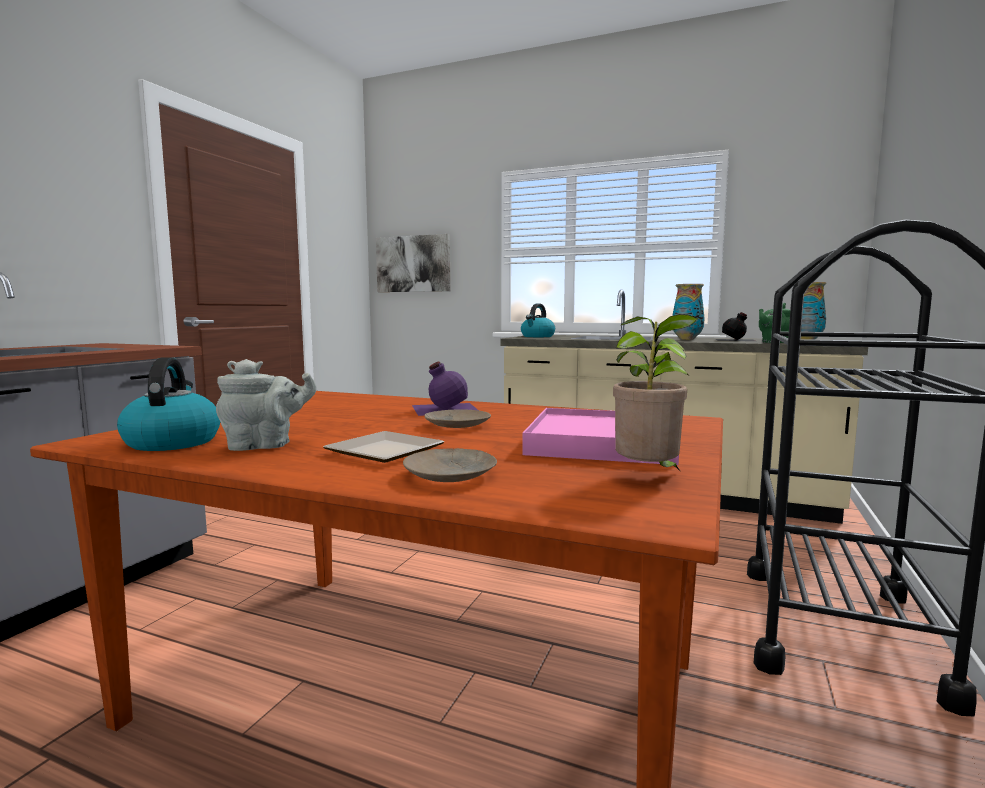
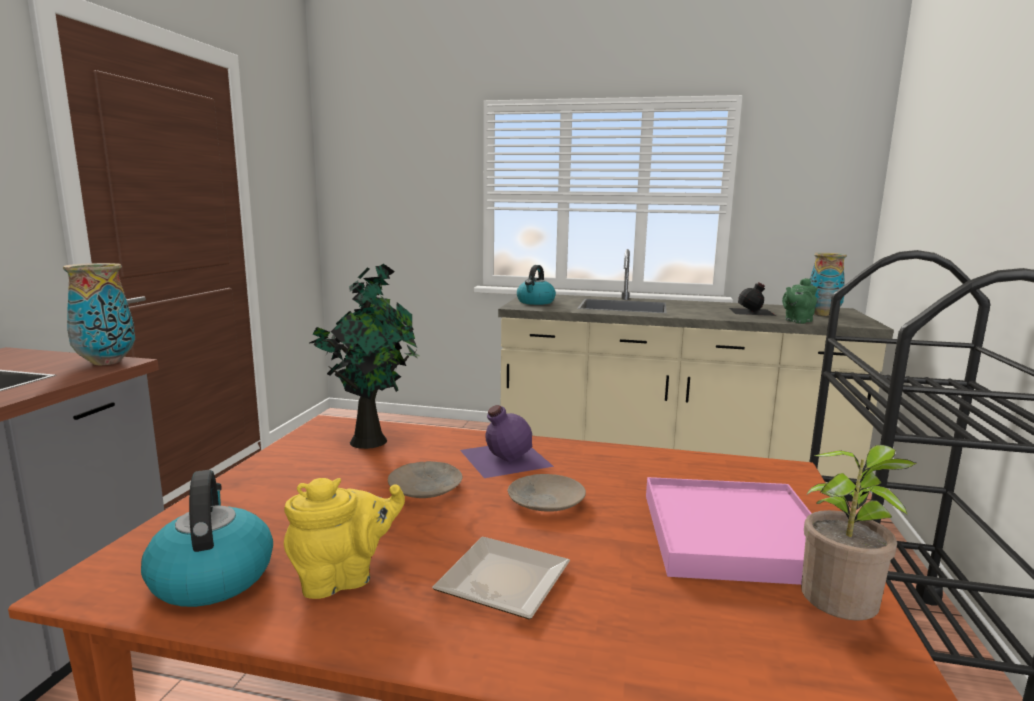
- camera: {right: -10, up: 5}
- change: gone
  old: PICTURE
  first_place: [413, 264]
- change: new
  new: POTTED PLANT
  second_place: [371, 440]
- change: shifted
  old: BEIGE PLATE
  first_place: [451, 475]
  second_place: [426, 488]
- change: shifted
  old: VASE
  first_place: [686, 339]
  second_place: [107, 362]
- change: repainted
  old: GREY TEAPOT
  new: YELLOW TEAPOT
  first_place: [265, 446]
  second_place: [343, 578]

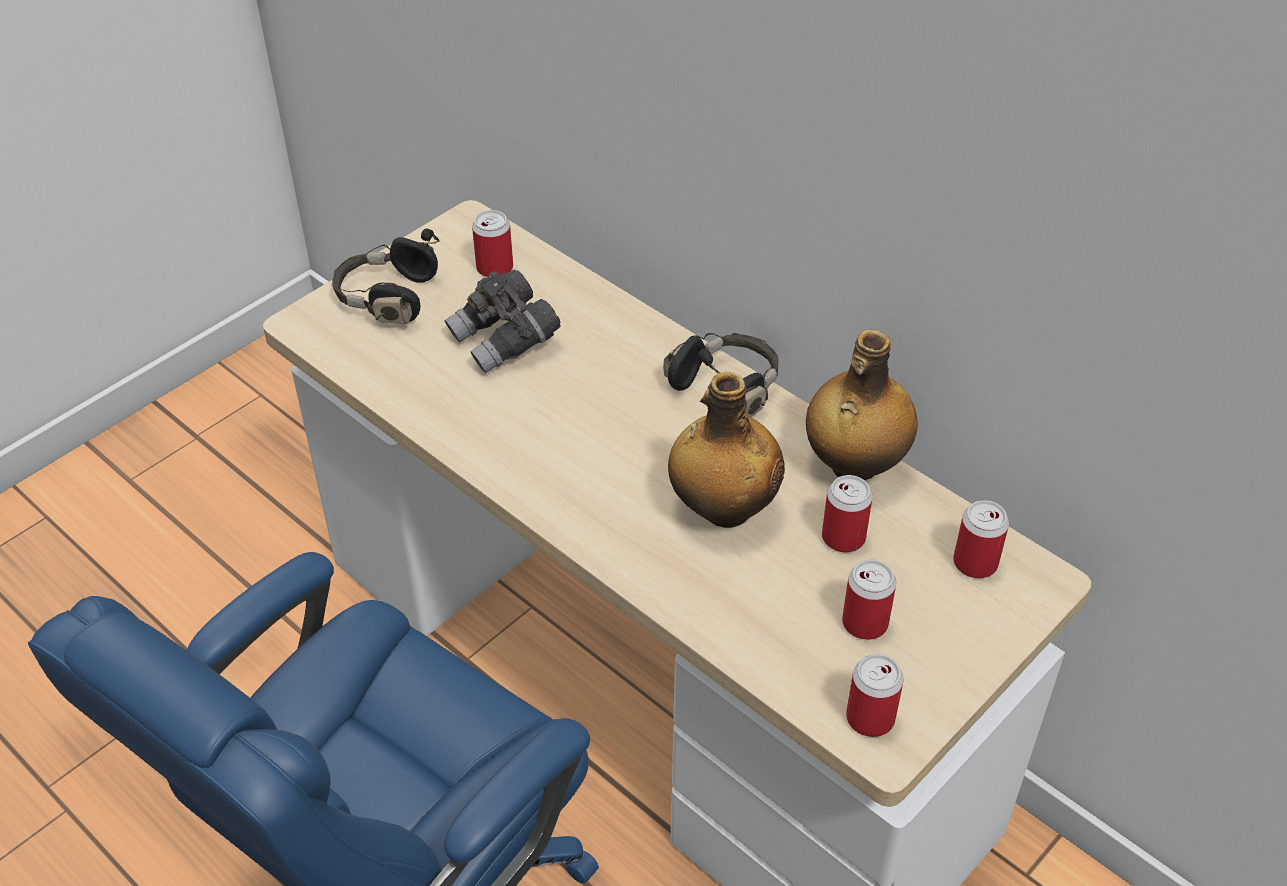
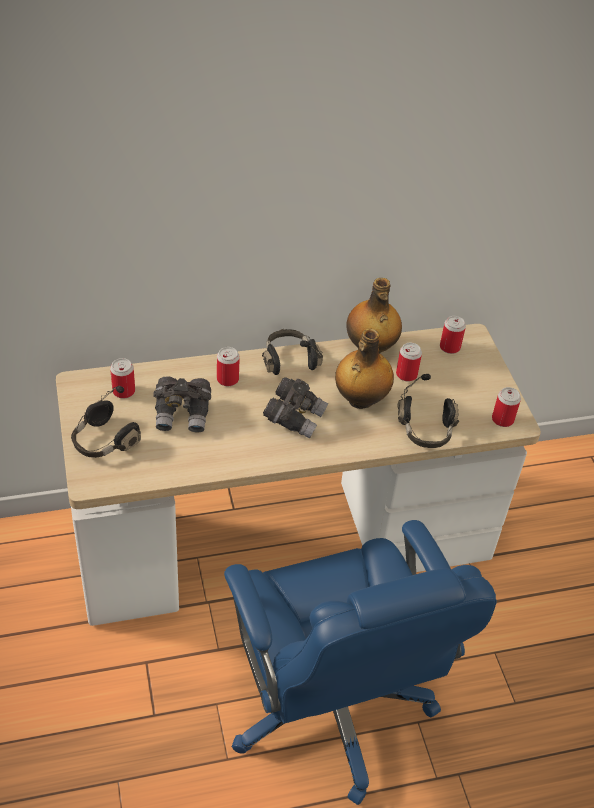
- camera: {right: -60, up: 0}
- change: new
  new: GREY BINOCULARS
  second_place: [294, 417]
- change: new
  new: BLACK HEADPHONES
  second_place: [426, 431]
- change: shifted
  old: CAN
  first_place: [865, 623]
  second_place: [227, 379]

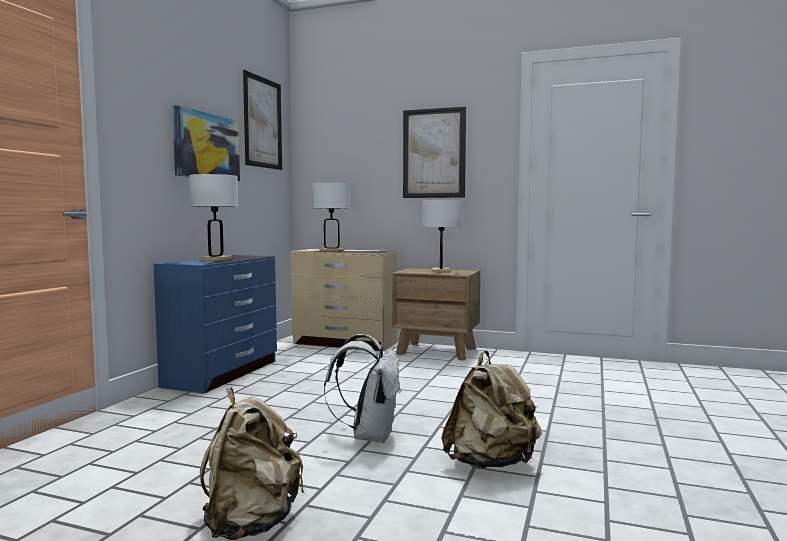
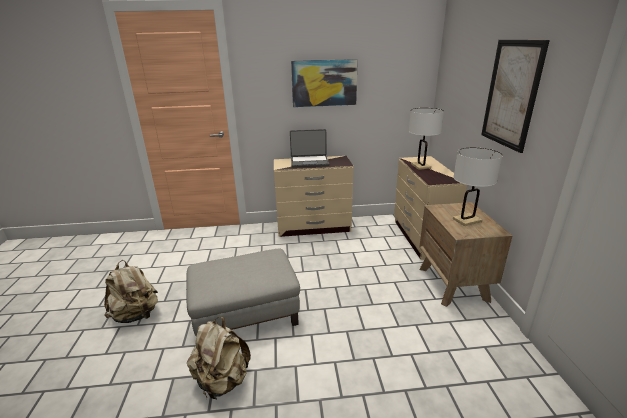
- camera: {right: 65, up: 20}
- change: gone
  old: PICTURE
  first_place: [262, 123]
- change: swapped
  old: WHITE TABLE LAMP
  new: LAPTOP
  first_place: [216, 259]
  second_place: [309, 162]
- change: swapped
  old: WHITE BACKPACK
  new: GREY OTTOMAN
  first_place: [369, 435]
  second_place: [246, 313]
- change: repainted
  old: BLUE DRESSER
  new: BEIGE DRESSER
  first_place: [224, 373]
  second_place: [314, 227]

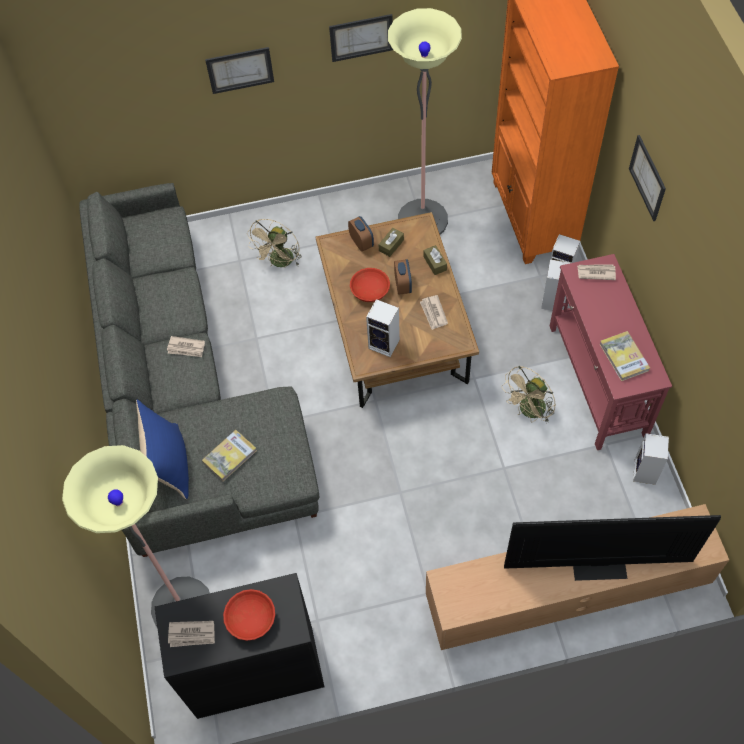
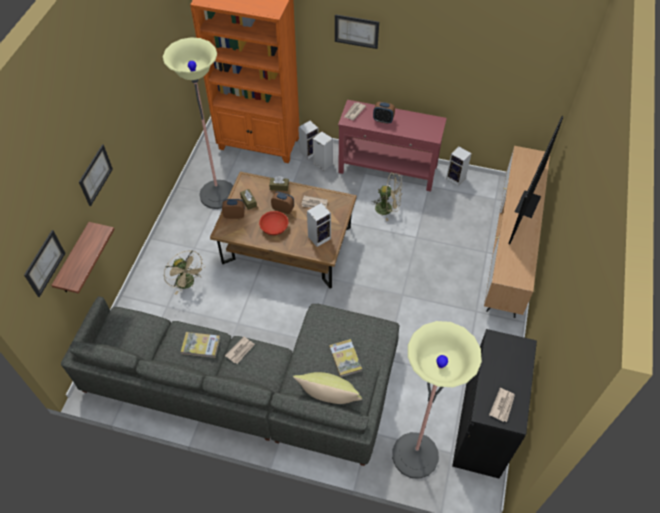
- camera: {right: -65, up: -5}
- change: gone
  old: RED BOWL
  first_place: [251, 618]
- change: new
  new: SHELF
  second_place: [74, 260]
- change: new
  new: ALARM CLOCK
  second_place: [383, 120]
- change: shifted
  old: PICTURE
  first_place: [361, 37]
  second_place: [44, 263]
- change: shifted
  old: BOOK
  first_place: [624, 357]
  second_place: [200, 345]
- change: repainted
  old: BLUE PILLOW
  new: YELLOW PILLOW
  first_place: [170, 463]
  second_place: [327, 398]
- change: rotated
  old: BEIGE FAN
  first_place: [529, 412]
  second_place: [388, 208]
  degrees: -60

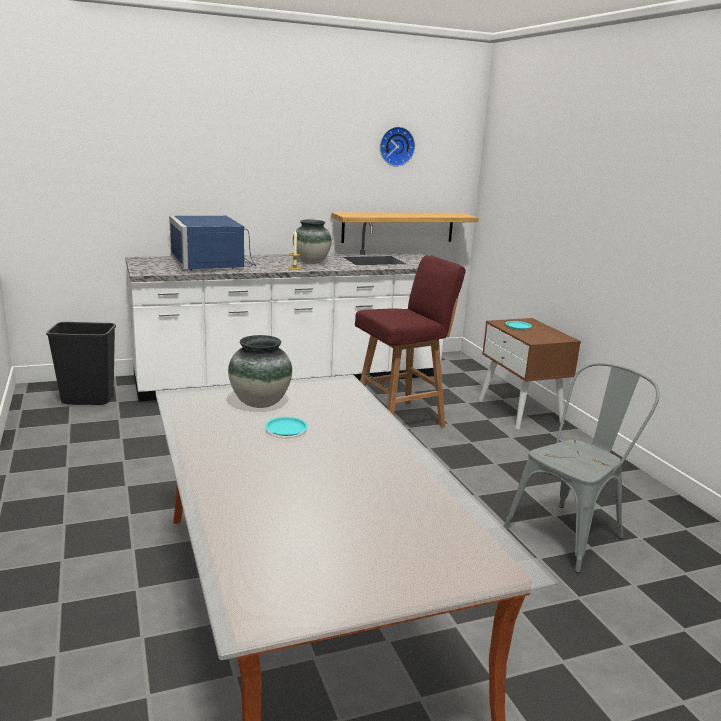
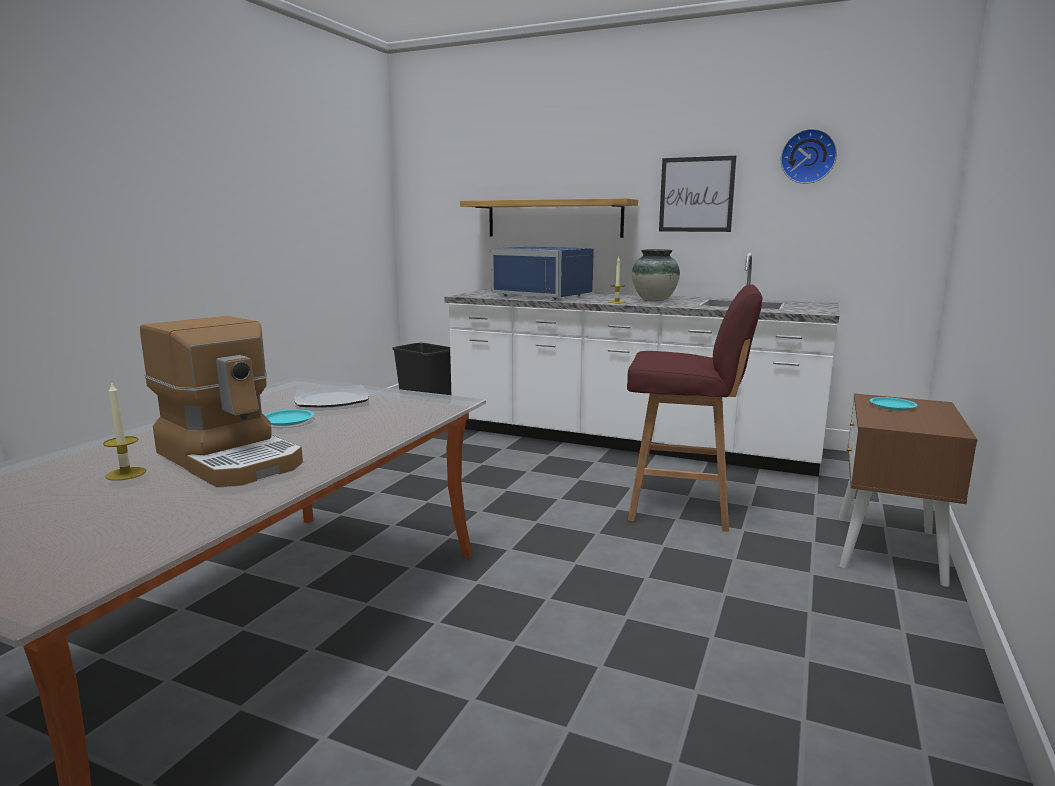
- camera: {right: 45, up: -5}
- change: gone
  old: GREY CHAIR
  first_place: [571, 532]
- change: new
  new: CANDLE
  second_place: [126, 474]
- change: new
  new: COFFEE MACHINE
  second_place: [232, 458]
- change: new
  new: PICTURE
  second_place: [696, 194]
- change: shifted
  old: SHELF
  first_place: [398, 227]
  second_place: [554, 219]
- change: swapped
  old: VASE
  new: PLATE
  first_place: [260, 403]
  second_place: [332, 400]
- change: rotated
  old: BLUE MICROWAVE
  first_place: [213, 263]
  second_place: [546, 295]
  degrees: -75

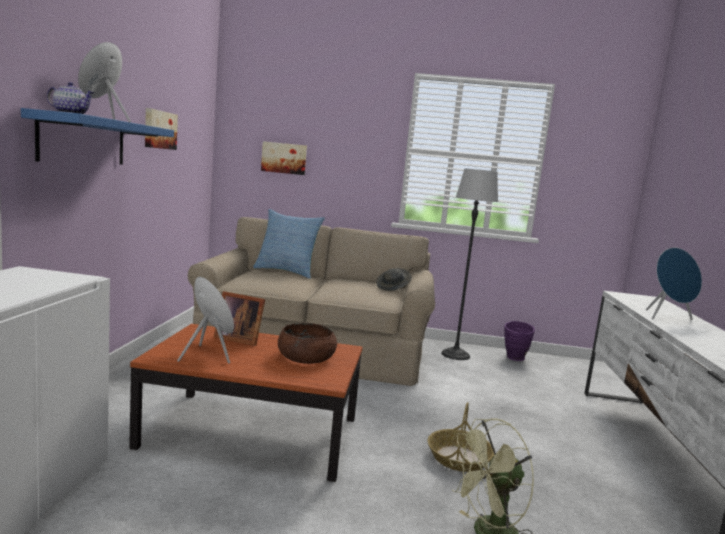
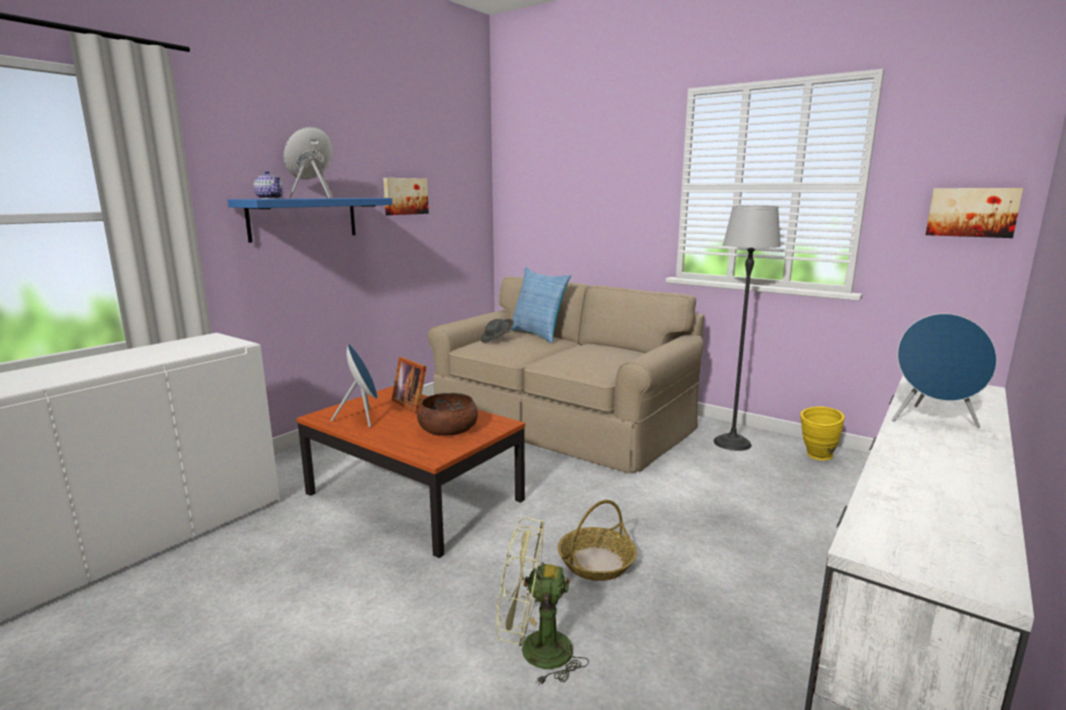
- camera: {right: 30, up: 5}
- change: shifted
  old: PICTURE
  first_place: [284, 158]
  second_place: [972, 212]
- change: shifted
  old: GREY HAT
  first_place: [393, 288]
  second_place: [497, 340]
- change: repainted
  old: PURPLE VASE
  new: YELLOW VASE
  first_place: [515, 359]
  second_place: [816, 457]

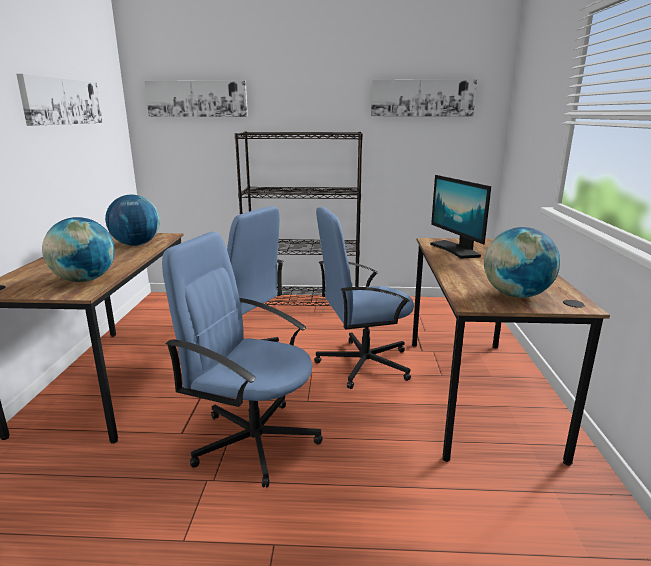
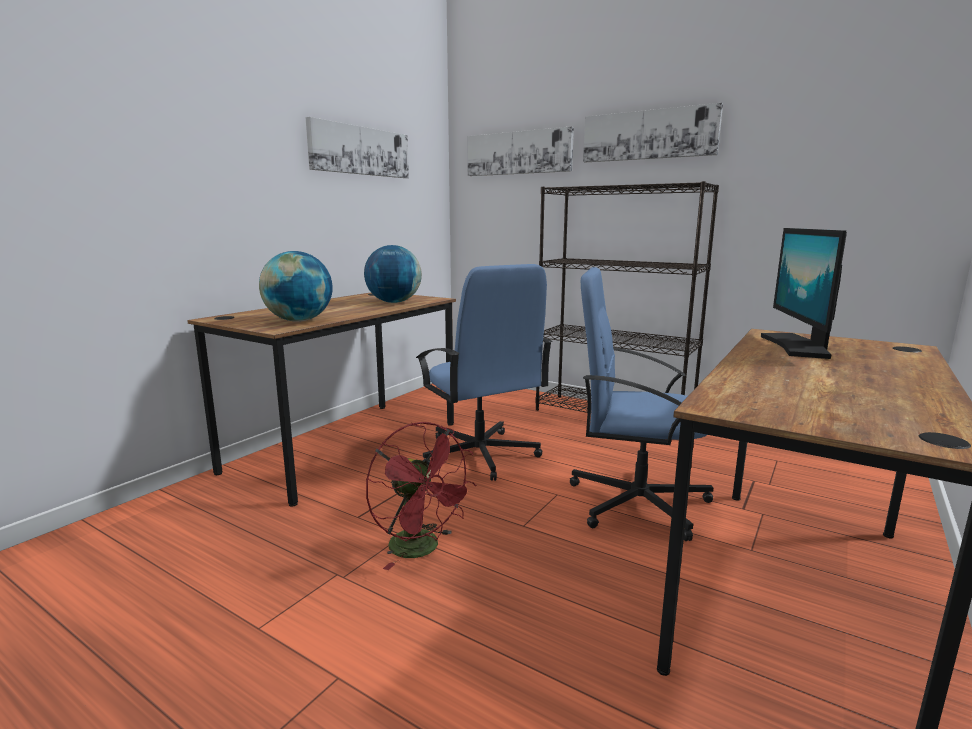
- camera: {right: 30, up: -5}
- change: gone
  old: GLOBE
  first_place: [516, 295]
- change: shifted
  old: PICTURE
  first_place: [422, 98]
  second_place: [649, 135]
- change: swapped
  old: BLUE OFFICE CHAIR
  new: RED FAN
  first_place: [254, 440]
  second_place: [422, 549]

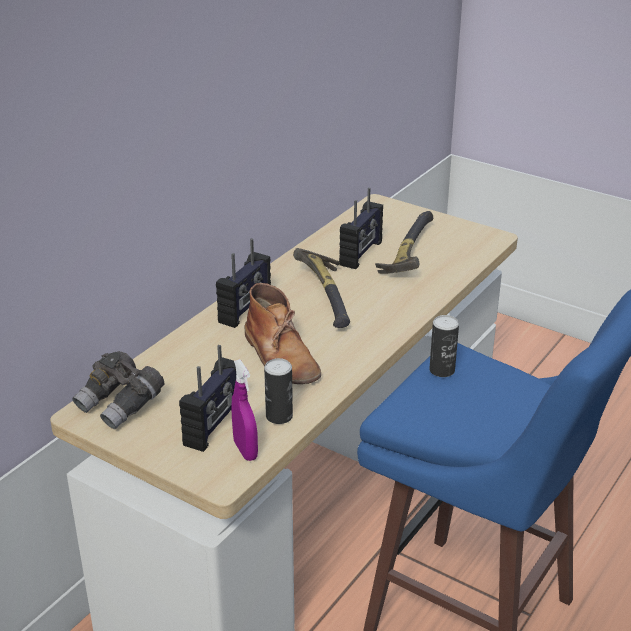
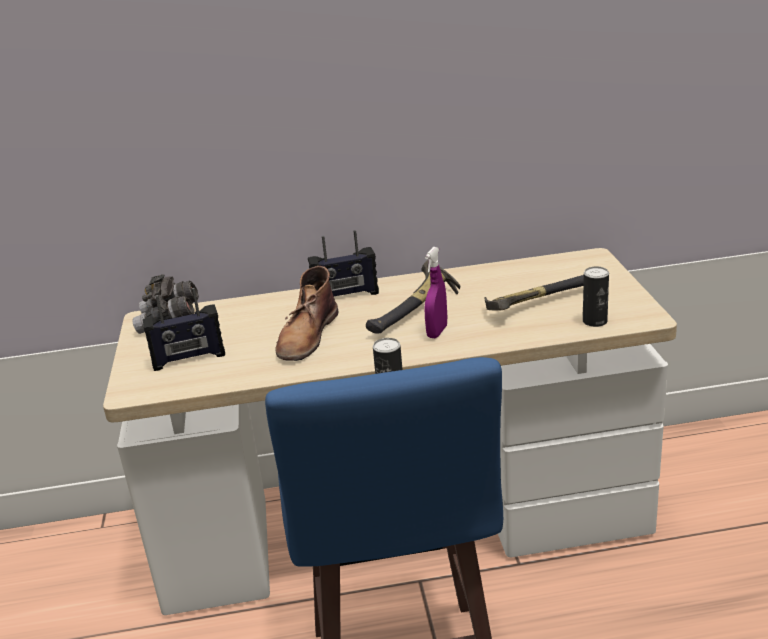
- camera: {right: 50, up: -5}
- change: gone
  old: RADIO
  first_place: [361, 253]
- change: shifted
  old: PURPLE SPRAY BOTTLE
  first_place: [245, 450]
  second_place: [437, 332]
- change: shifted
  old: CAN
  first_place: [279, 416]
  second_place: [594, 321]

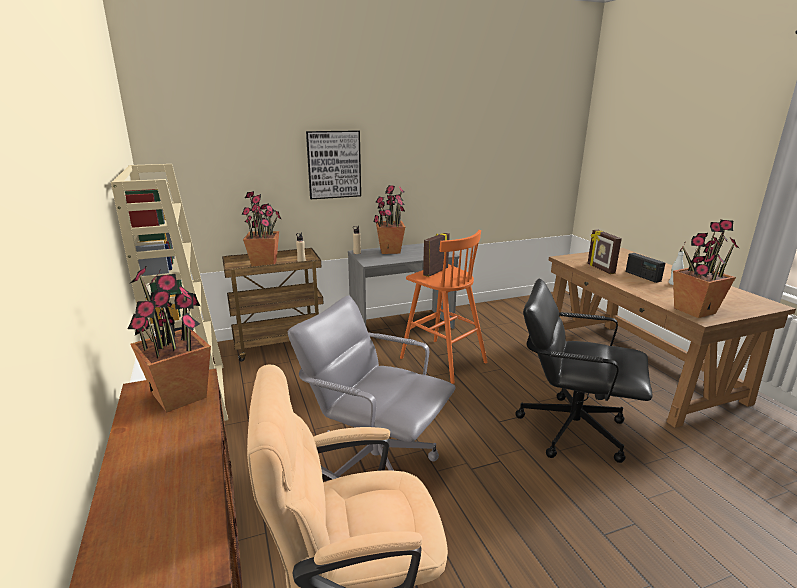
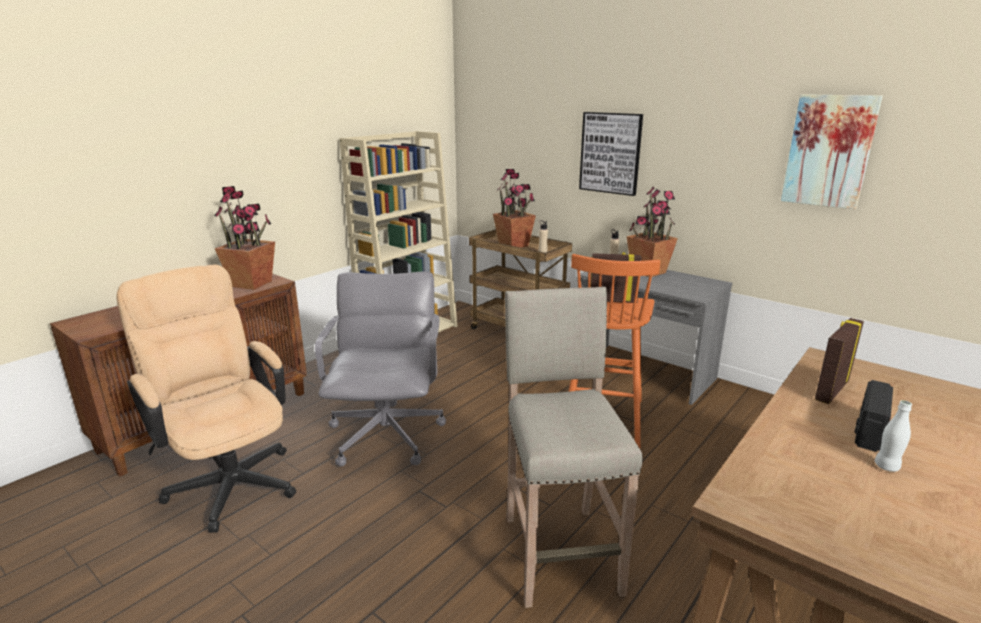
- camera: {right: 60, up: 0}
- change: gone
  old: POTTED PLANT
  first_place: [694, 310]
- change: new
  new: PICTURE
  second_place: [829, 151]
- change: swapped
  old: BLACK OFFICE CHAIR
  new: BEIGE STOOL
  first_place: [571, 428]
  second_place: [560, 551]

